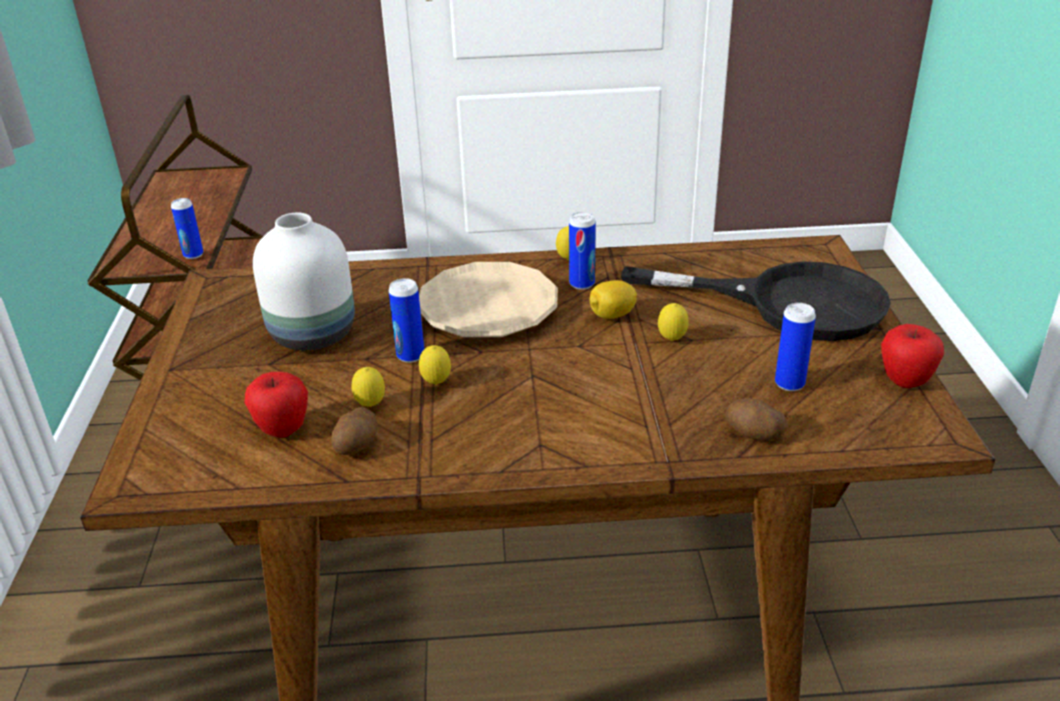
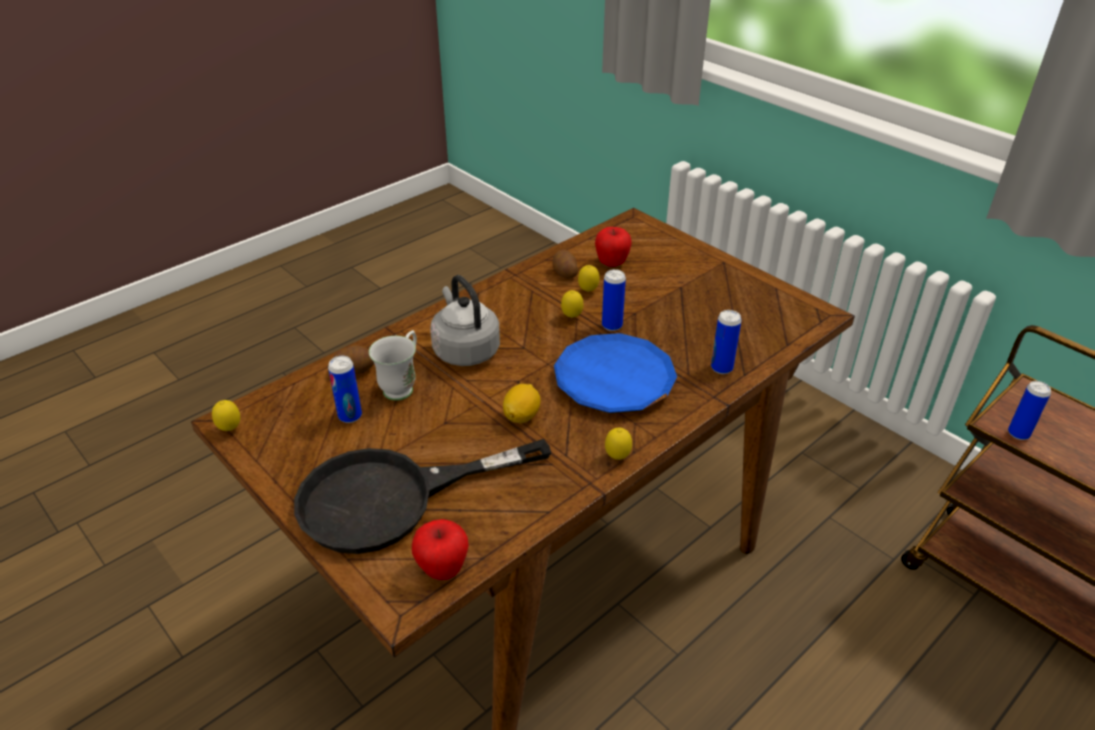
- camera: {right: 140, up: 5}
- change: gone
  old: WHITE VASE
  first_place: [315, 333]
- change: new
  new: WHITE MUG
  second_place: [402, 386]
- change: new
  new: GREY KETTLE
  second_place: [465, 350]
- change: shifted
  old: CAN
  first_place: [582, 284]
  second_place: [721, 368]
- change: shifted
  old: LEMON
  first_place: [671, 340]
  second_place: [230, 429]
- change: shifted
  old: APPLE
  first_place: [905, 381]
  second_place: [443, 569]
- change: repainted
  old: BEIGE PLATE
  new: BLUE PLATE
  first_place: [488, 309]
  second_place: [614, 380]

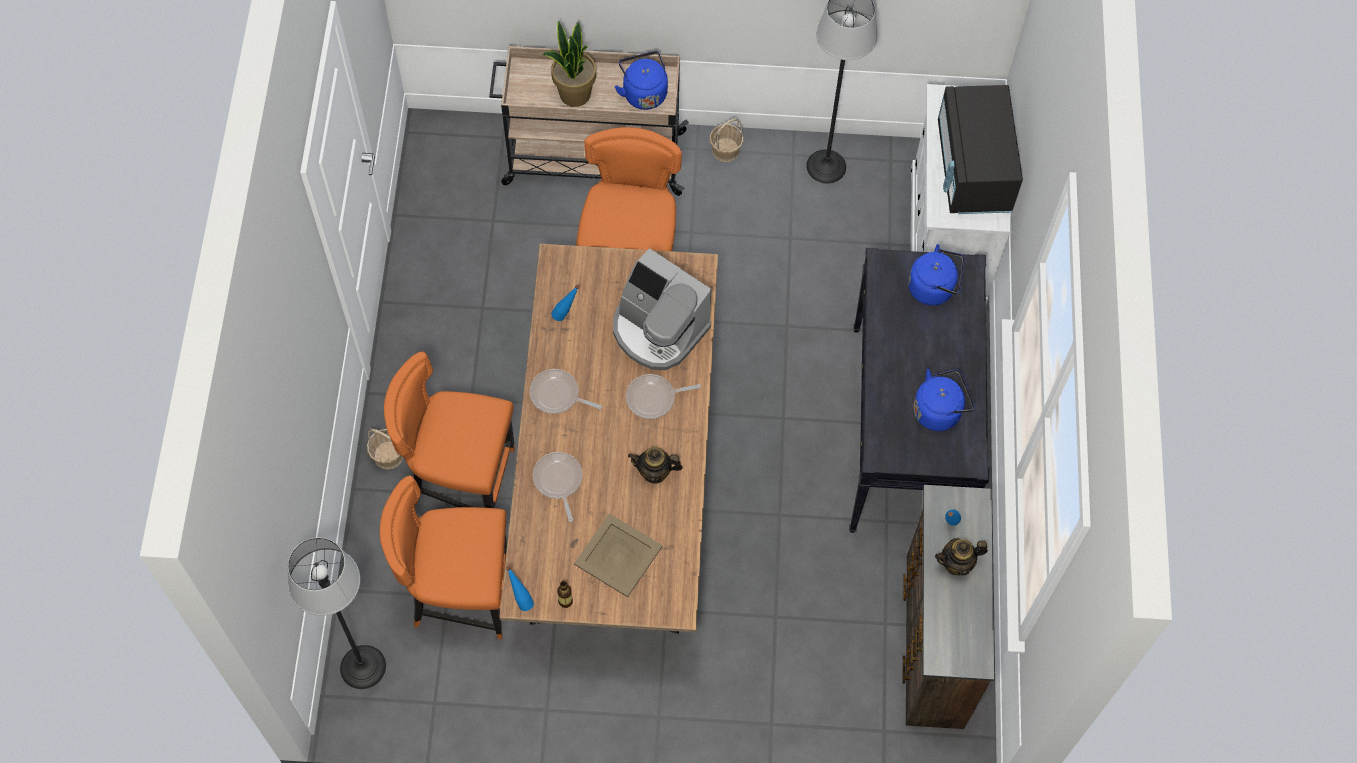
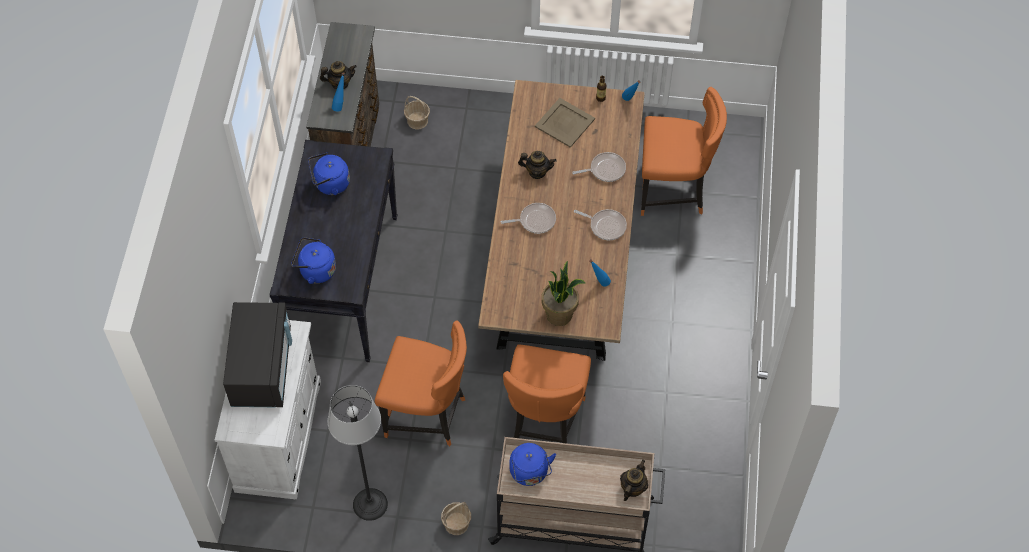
- camera: {right: -175, up: -5}
- change: gone
  old: FLOOR LAMP
  first_place: [362, 667]
- change: gone
  old: COFFEE MACHINE
  first_place: [658, 329]
- change: new
  new: TEAPOT
  second_place: [632, 488]
- change: shifted
  old: BASKET
  first_place: [388, 455]
  second_place: [417, 120]
- change: shifted
  old: ORANGE CHAIR
  first_place: [461, 479]
  second_place: [427, 415]
- change: shifted
  old: POTTED PLANT
  first_place: [574, 94]
  second_place: [560, 315]
- change: rotated
  old: FRYING PAN
  first_place: [558, 481]
  second_place: [605, 169]
  degrees: -90

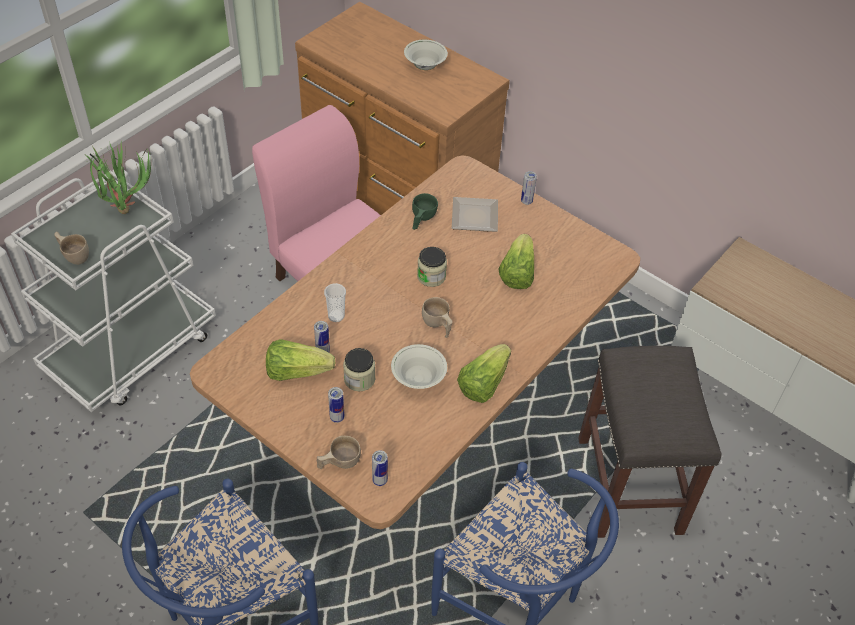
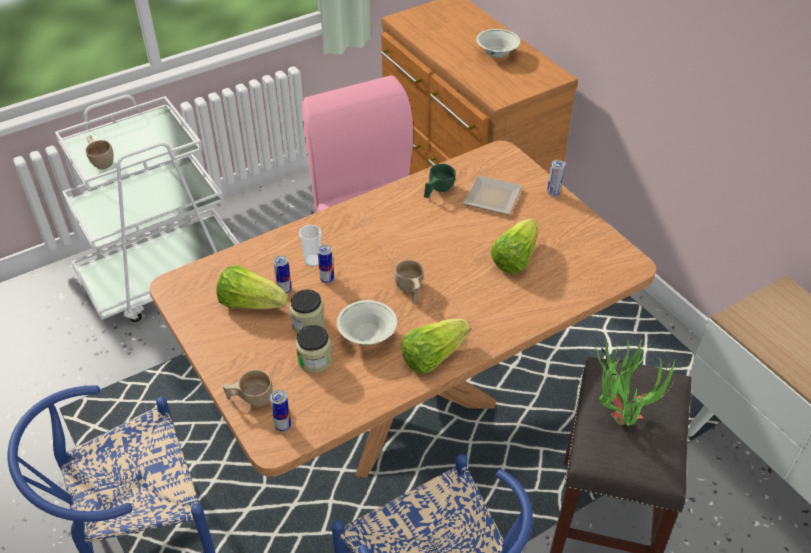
- camera: {right: 20, up: -5}
- change: shifted
  old: POTTED PLANT
  first_place: [125, 206]
  second_place: [620, 412]
- change: shifted
  old: CAN
  first_place: [337, 417]
  second_place: [327, 279]
- change: shifted
  old: JAR
  first_place: [431, 276]
  second_place: [315, 360]

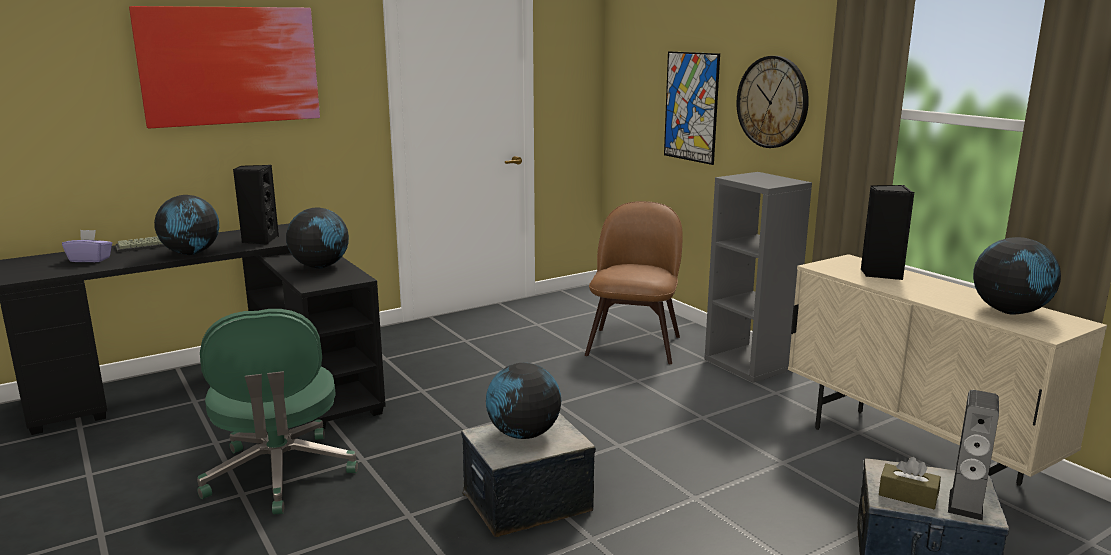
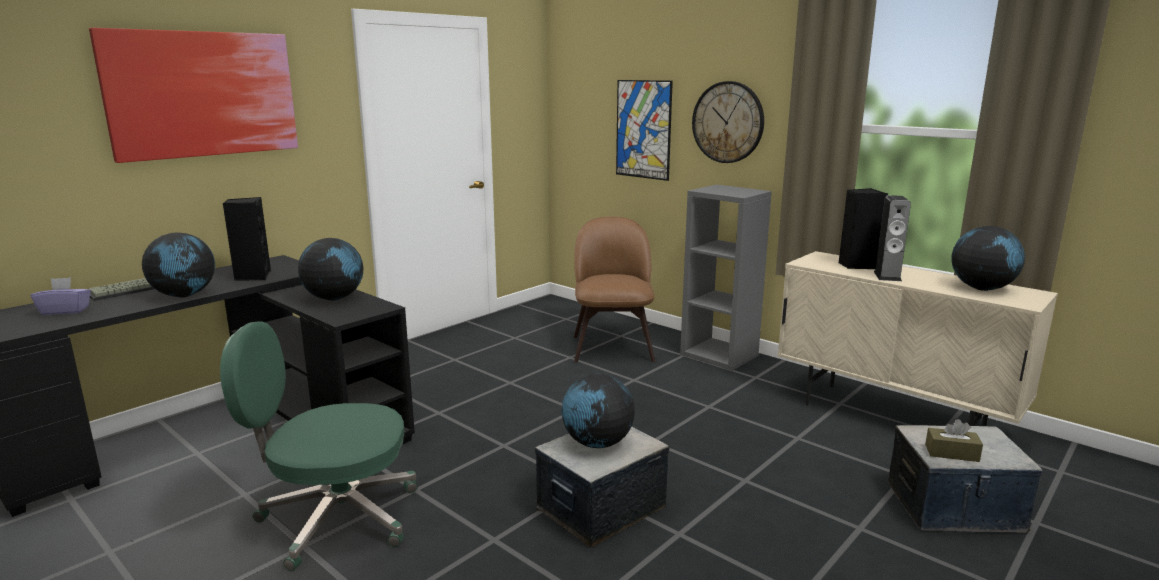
- camera: {right: -15, up: 0}
- change: shifted
  old: SPEAKER
  first_place: [965, 505]
  second_place: [887, 276]
- change: rotated
  old: GREEN OFFICE CHAIR
  first_place: [280, 474]
  second_place: [336, 518]
  degrees: 120

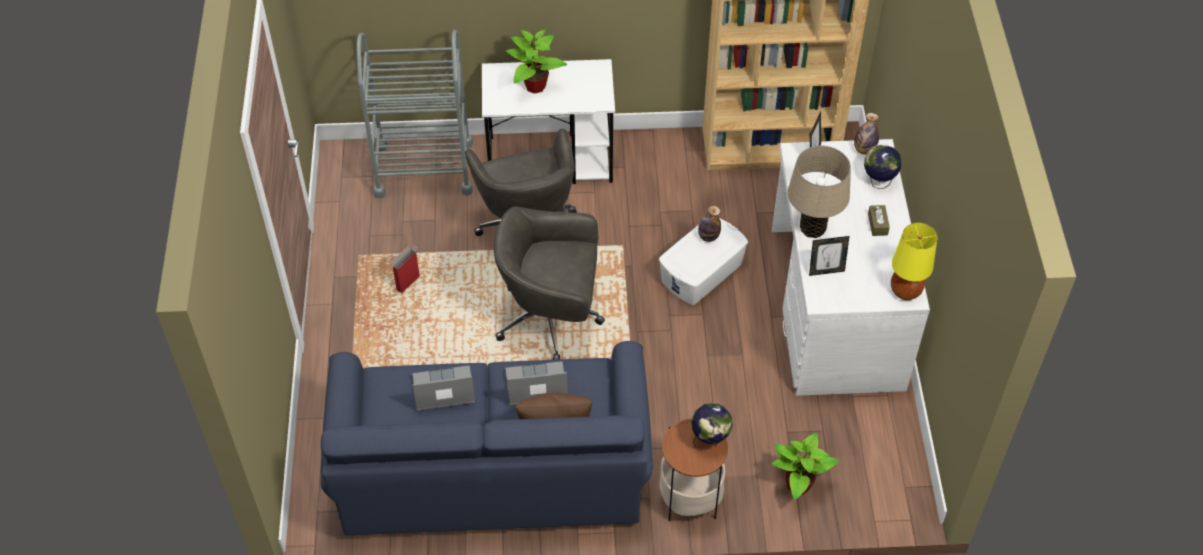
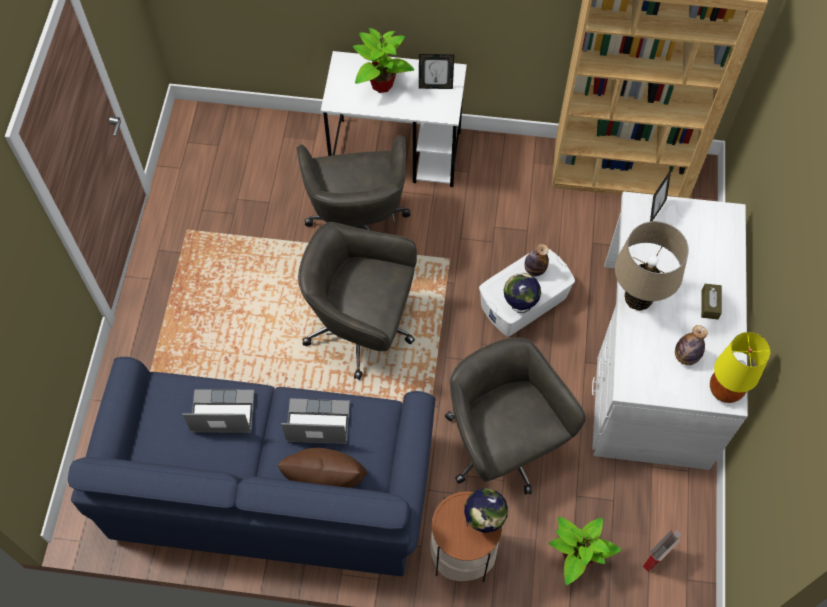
- camera: {right: 10, up: 10}
- change: gone
  old: GREY CART
  first_place: [424, 168]
- change: new
  new: GREY OFFICE CHAIR
  second_place: [501, 446]
- change: shifted
  old: CARDBOARD BOX
  first_place: [408, 283]
  second_place: [656, 558]
- change: shifted
  old: PICTURE FRAME
  first_place: [826, 271]
  second_place: [435, 86]
- change: shifted
  old: BOTTLE
  first_place: [864, 150]
  second_place: [685, 357]
- change: shifted
  old: GLOBE
  first_place: [878, 182]
  second_place: [519, 304]

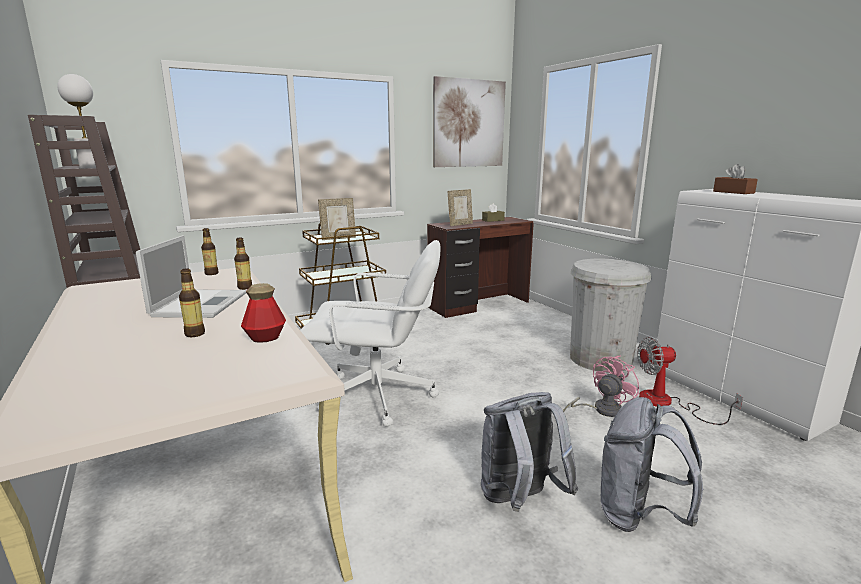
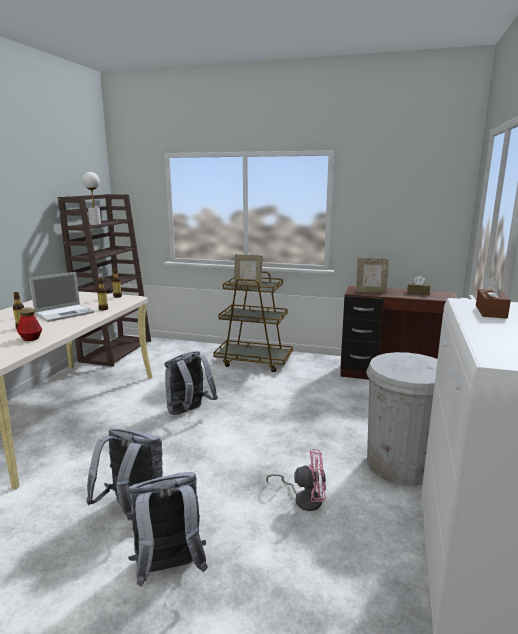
- camera: {right: 45, up: 0}
- change: gone
  old: PICTURE
  first_place: [469, 123]
- change: gone
  old: FAN
  first_place: [667, 403]
- change: swapped
  old: WHITE OFFICE CHAIR
  new: GREY BACKPACK
  first_place: [379, 396]
  second_place: [189, 412]

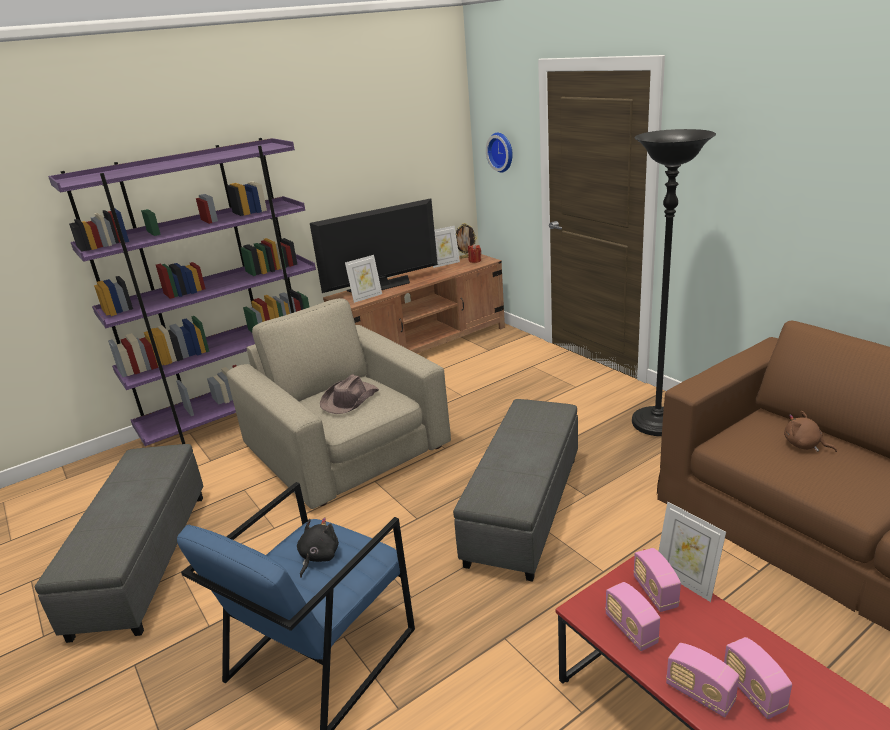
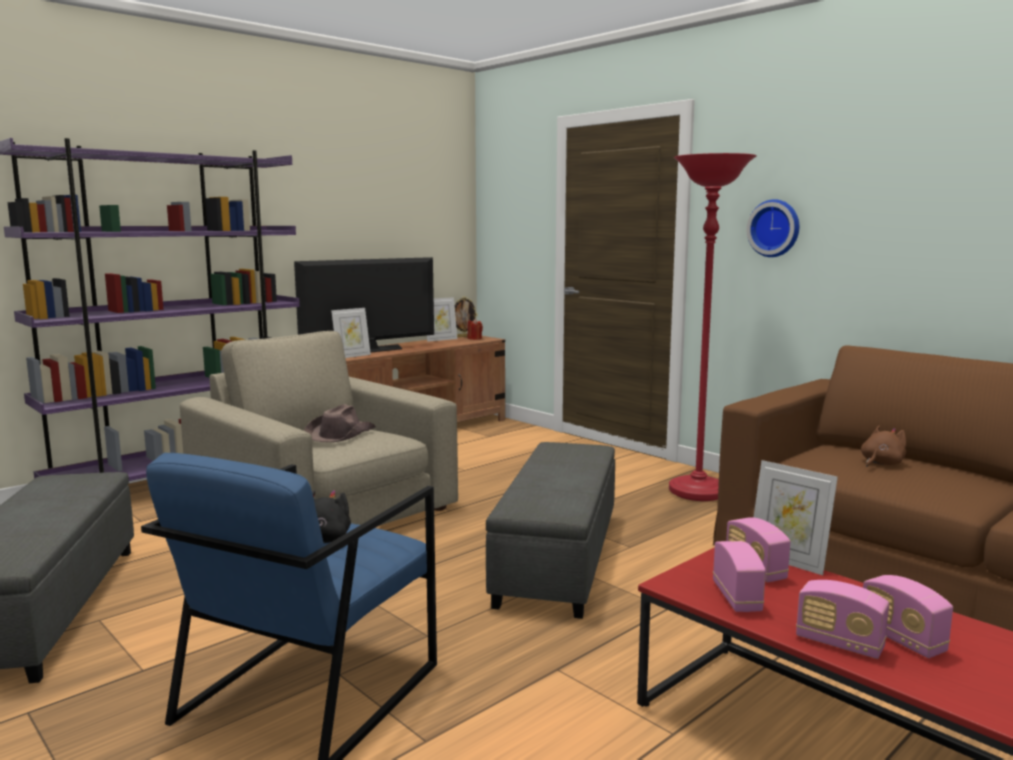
- camera: {right: -10, up: -15}
- change: shifted
  old: WALL CLOCK
  first_place: [502, 152]
  second_place: [775, 228]
- change: repainted
  old: BLACK FLOOR LAMP
  new: RED FLOOR LAMP
  first_place: [657, 424]
  second_place: [698, 492]
- change: rotated
  old: RADIO
  first_place: [631, 629]
  second_place: [736, 597]
  degrees: -150
- change: rotated
  old: BROWN PLUSH TOY
  first_place: [804, 445]
  second_place: [880, 463]
  degrees: 105

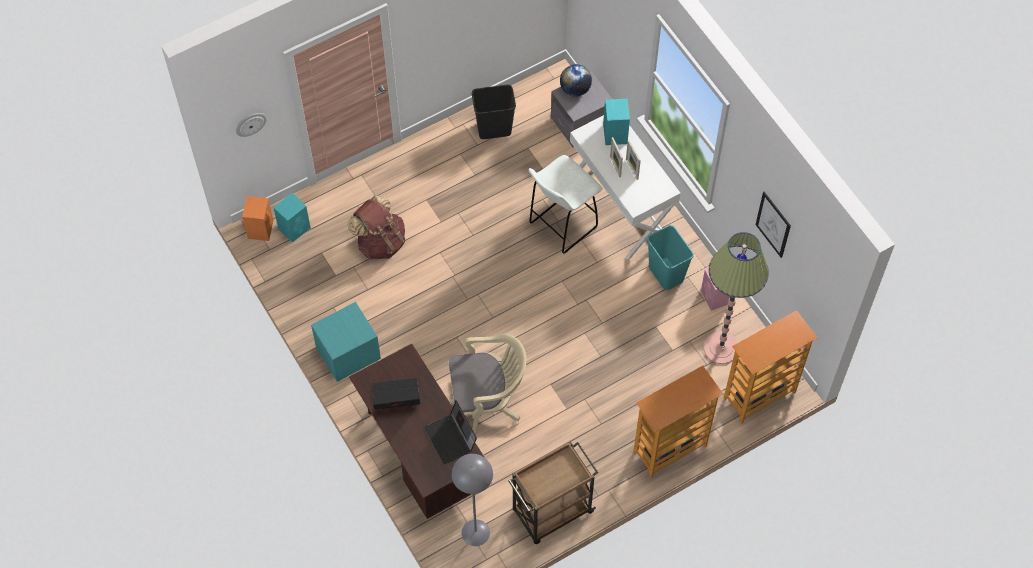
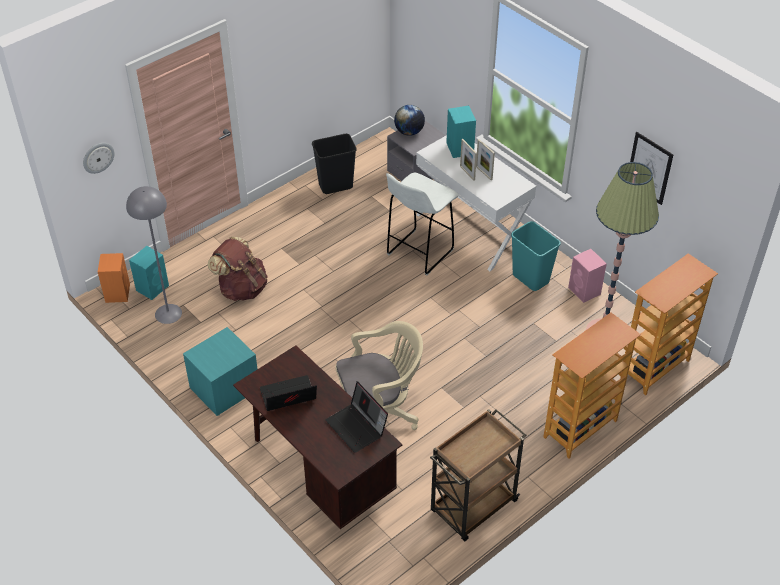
- camera: {right: -10, up: -15}
- change: shifted
  old: GREY FLOOR LAMP
  first_place: [475, 532]
  second_place: [168, 313]

